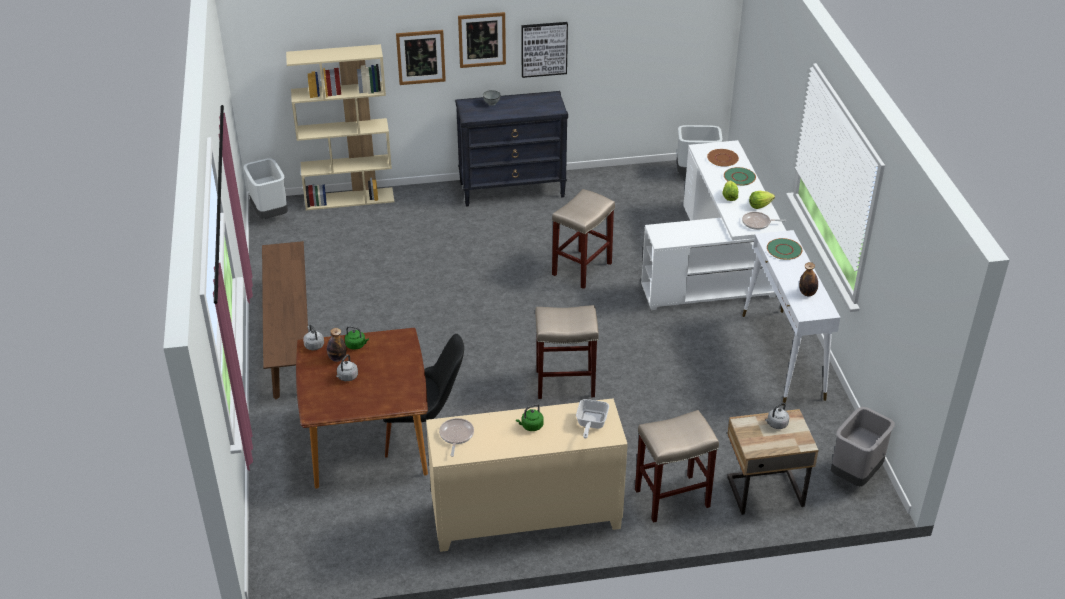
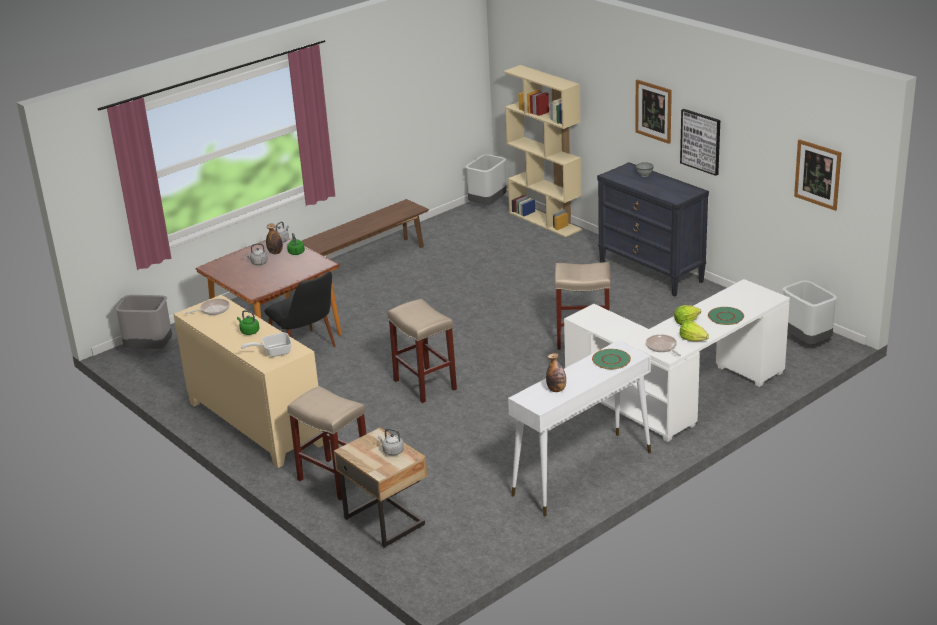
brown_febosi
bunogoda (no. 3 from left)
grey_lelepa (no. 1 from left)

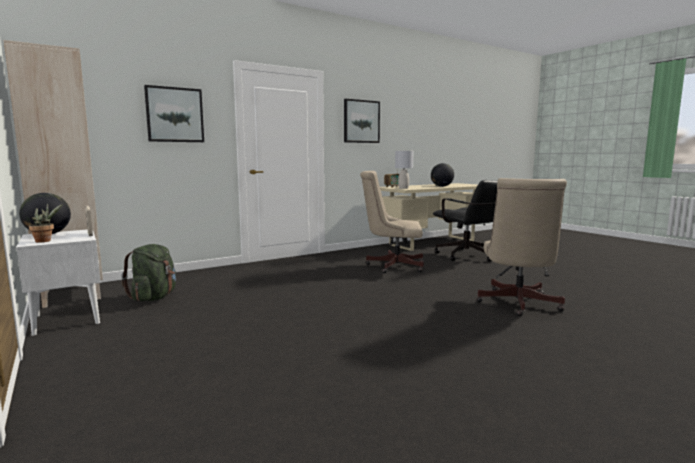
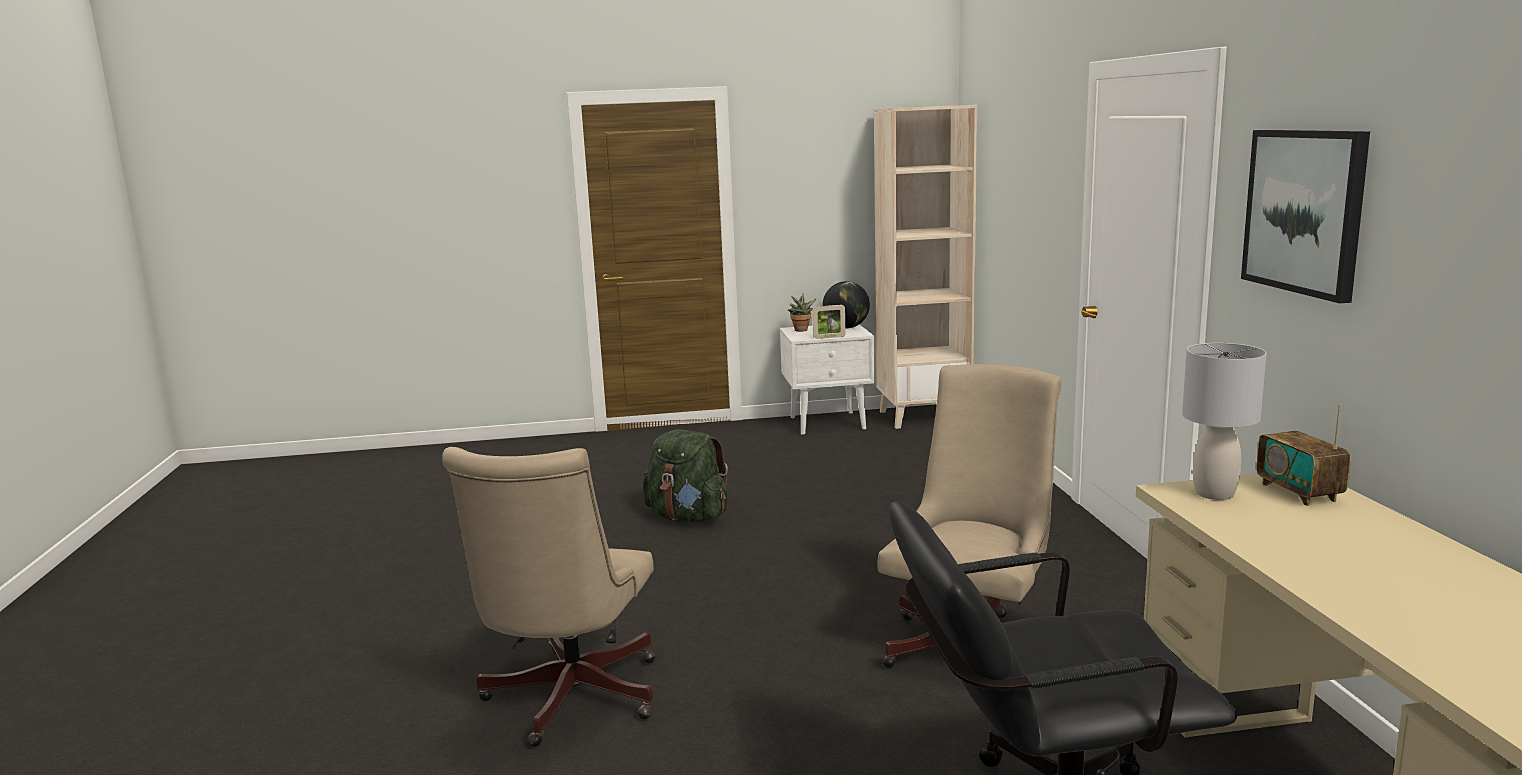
bunogoda (no. 1 from left in the first image)
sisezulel (no. 2 from left in the first image)
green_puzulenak
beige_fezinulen (no. 1 from left)

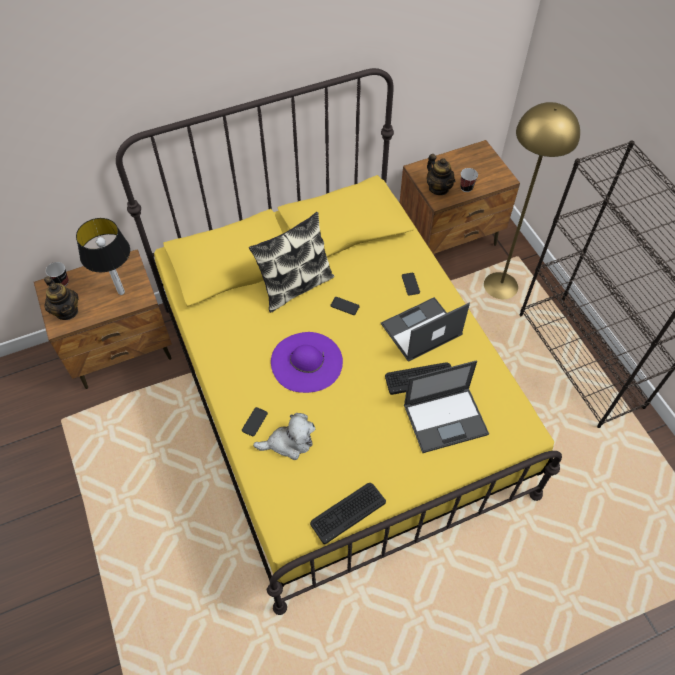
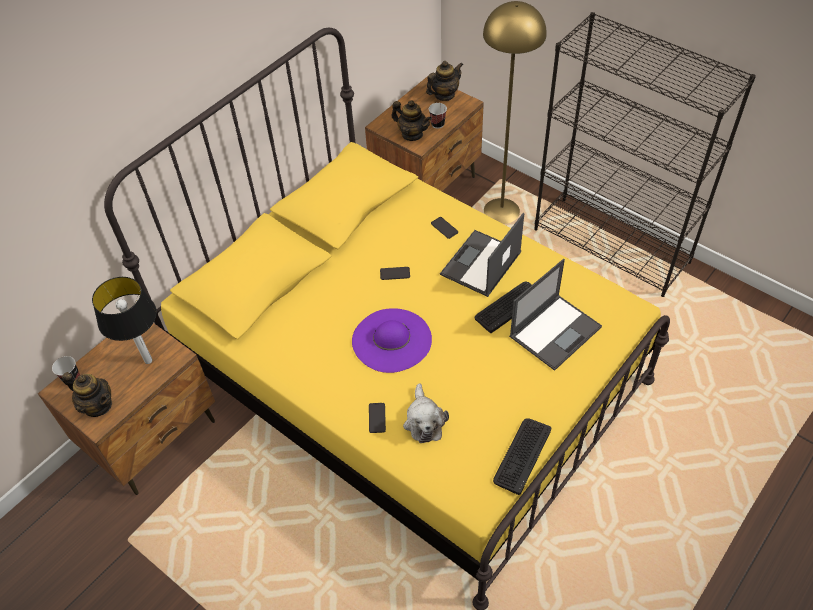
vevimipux
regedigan (no. 3 from left)
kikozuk

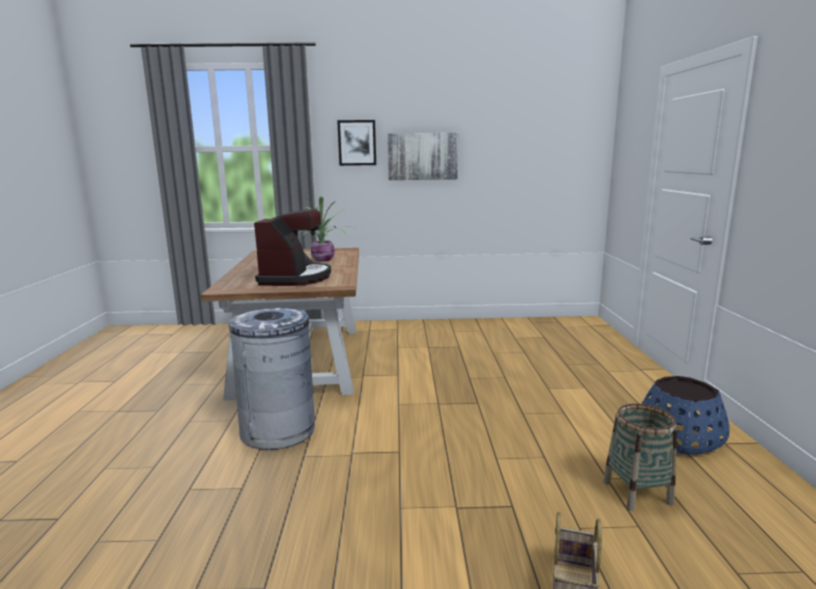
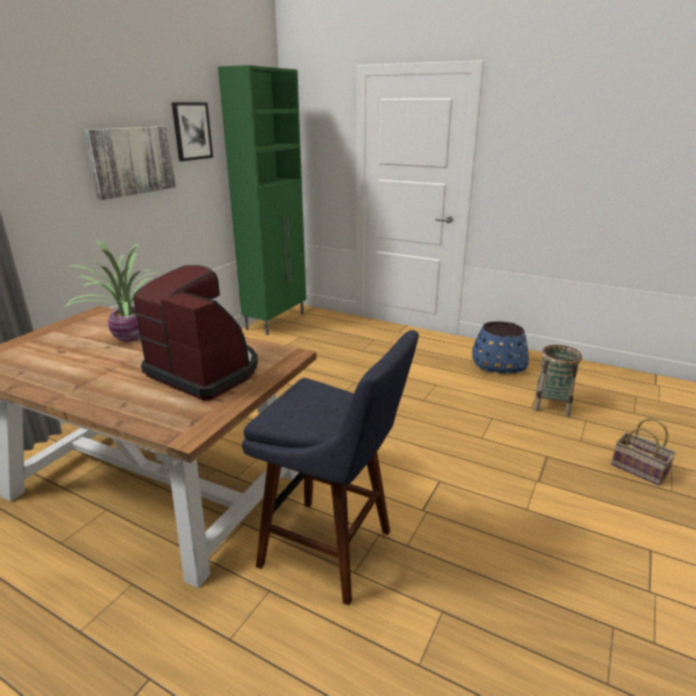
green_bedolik
bunogoda (no. 2 from left)
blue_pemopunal

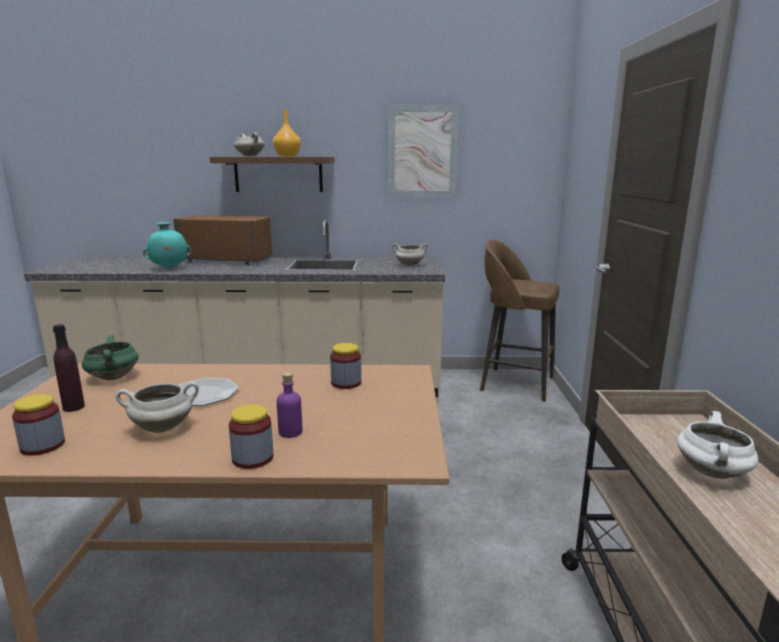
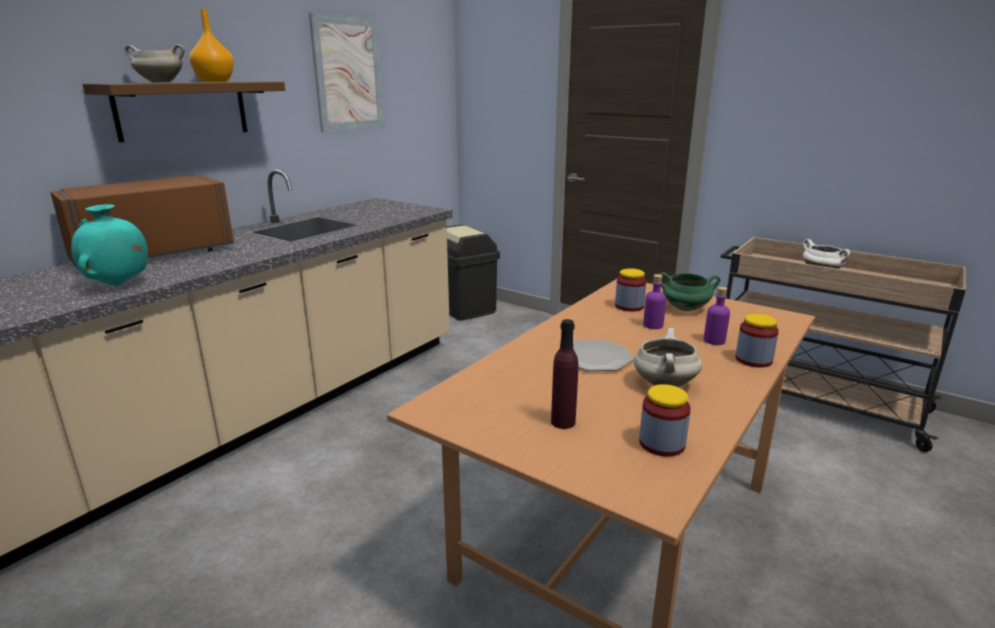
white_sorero (no. 3 from left in the first image)
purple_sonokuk (no. 2 from left)
green_sorero
black_lelepa

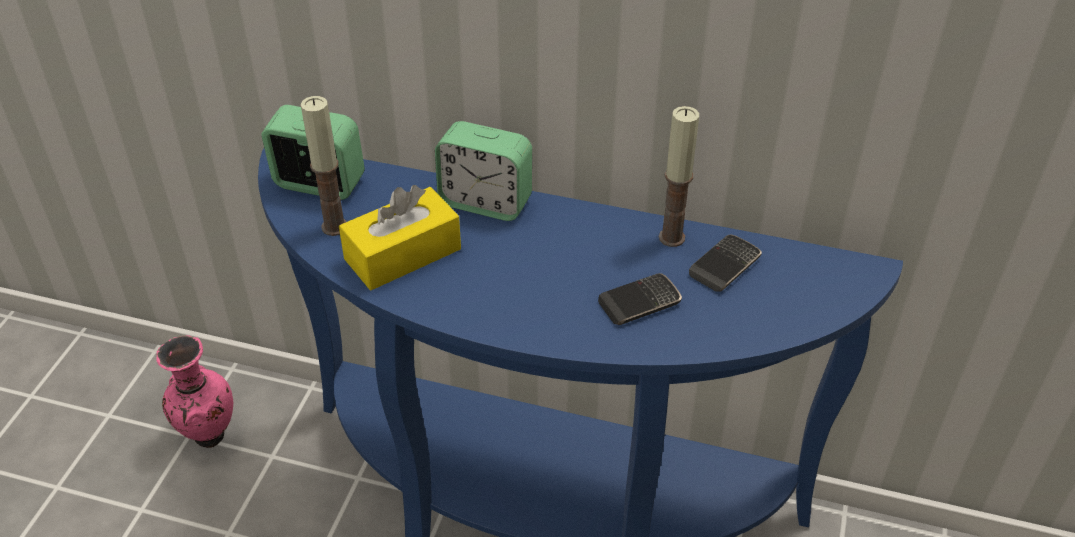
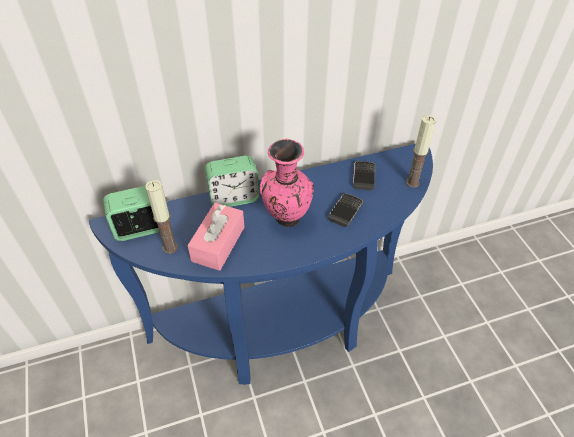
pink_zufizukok
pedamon (no. 2 from left)
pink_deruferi

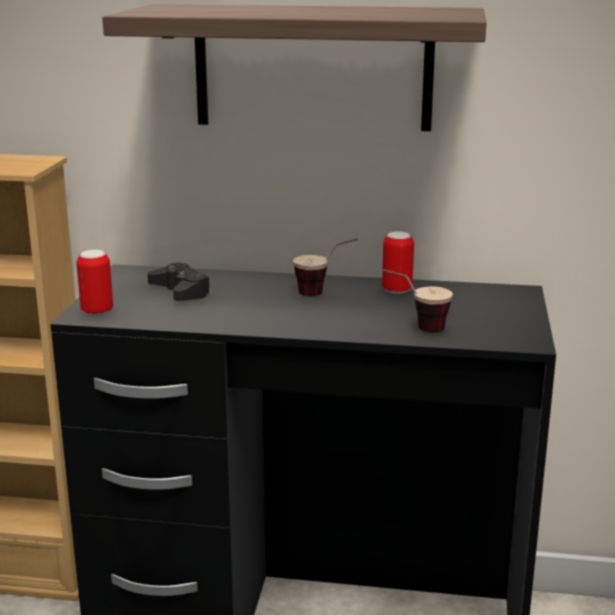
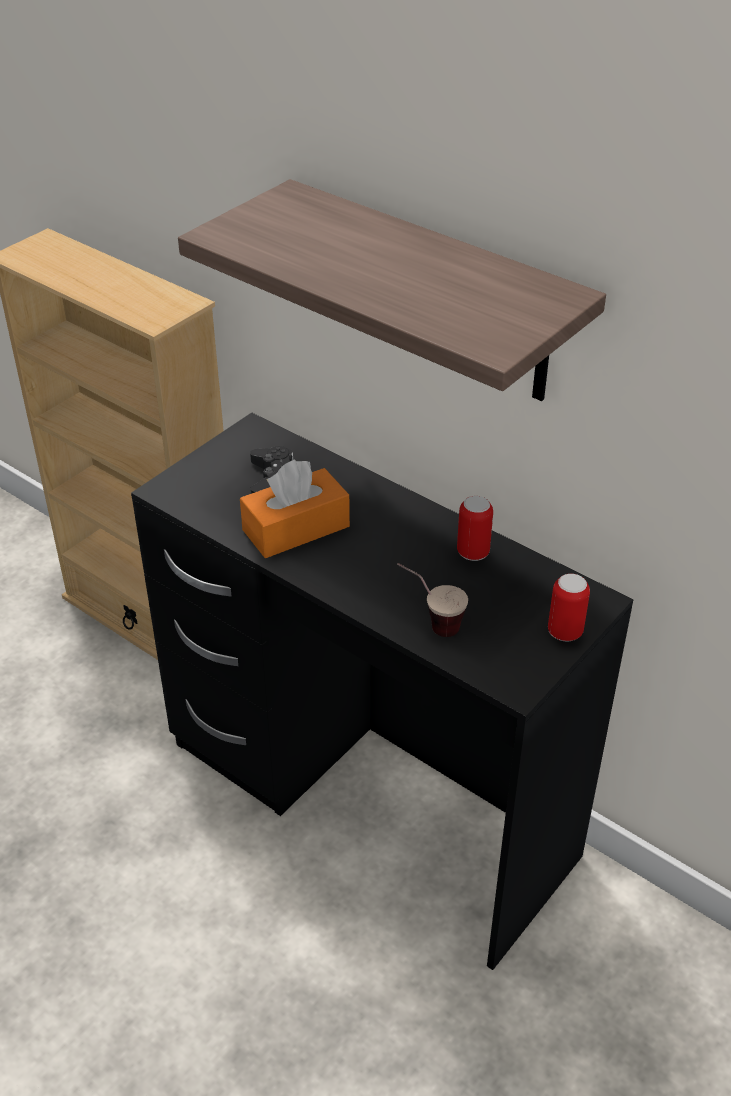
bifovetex (no. 1 from left in the first image)
orange_deruferi
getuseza (no. 2 from left)

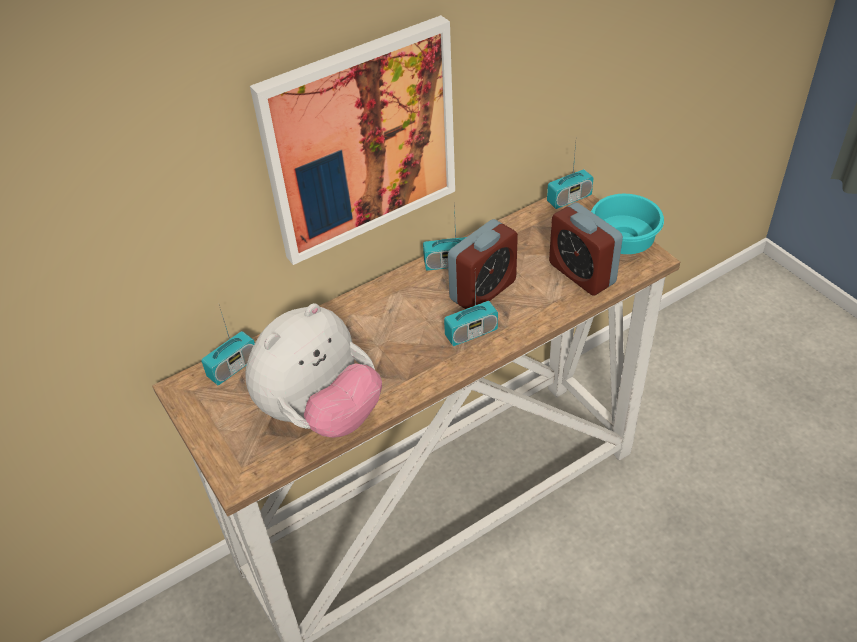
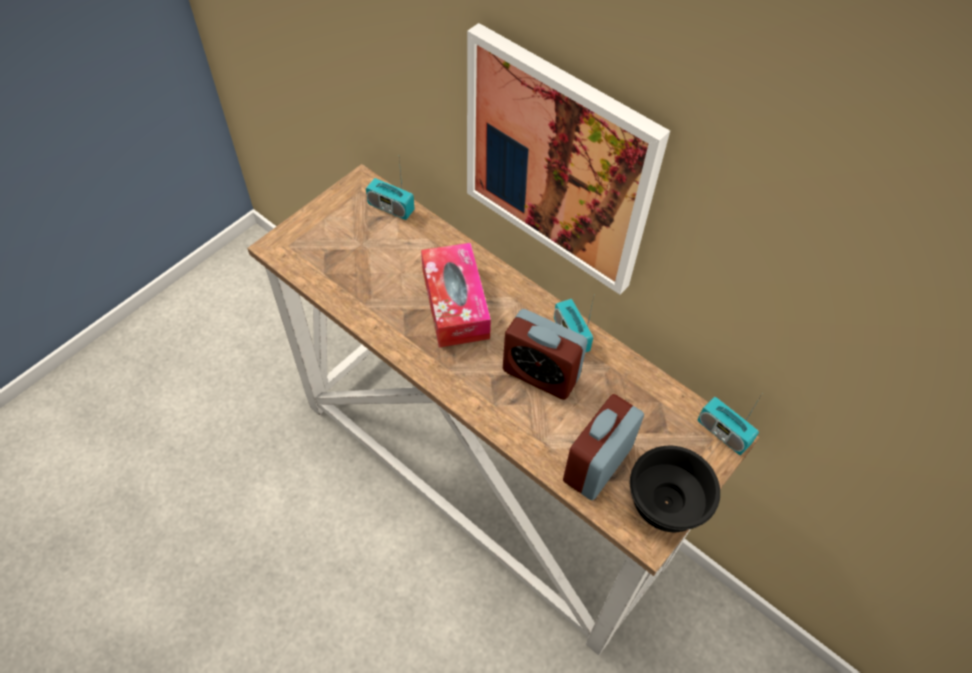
kikozuk
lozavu (no. 3 from left in the first image)
deruferi
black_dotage

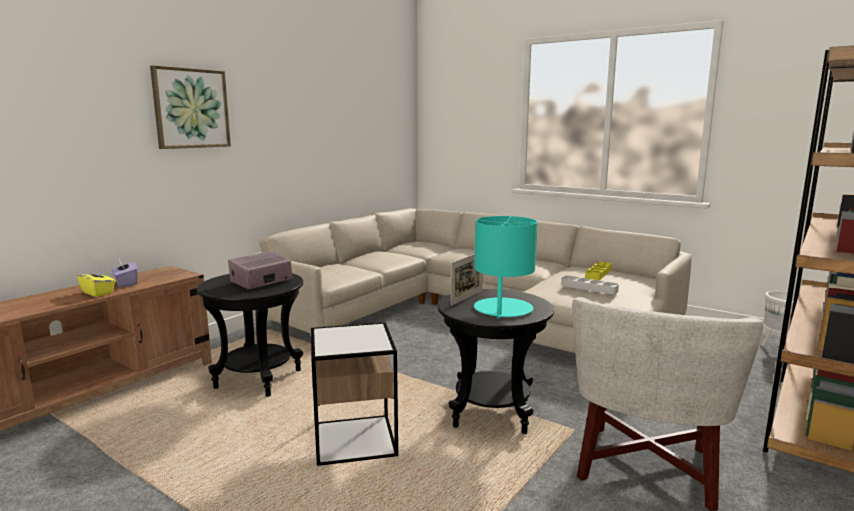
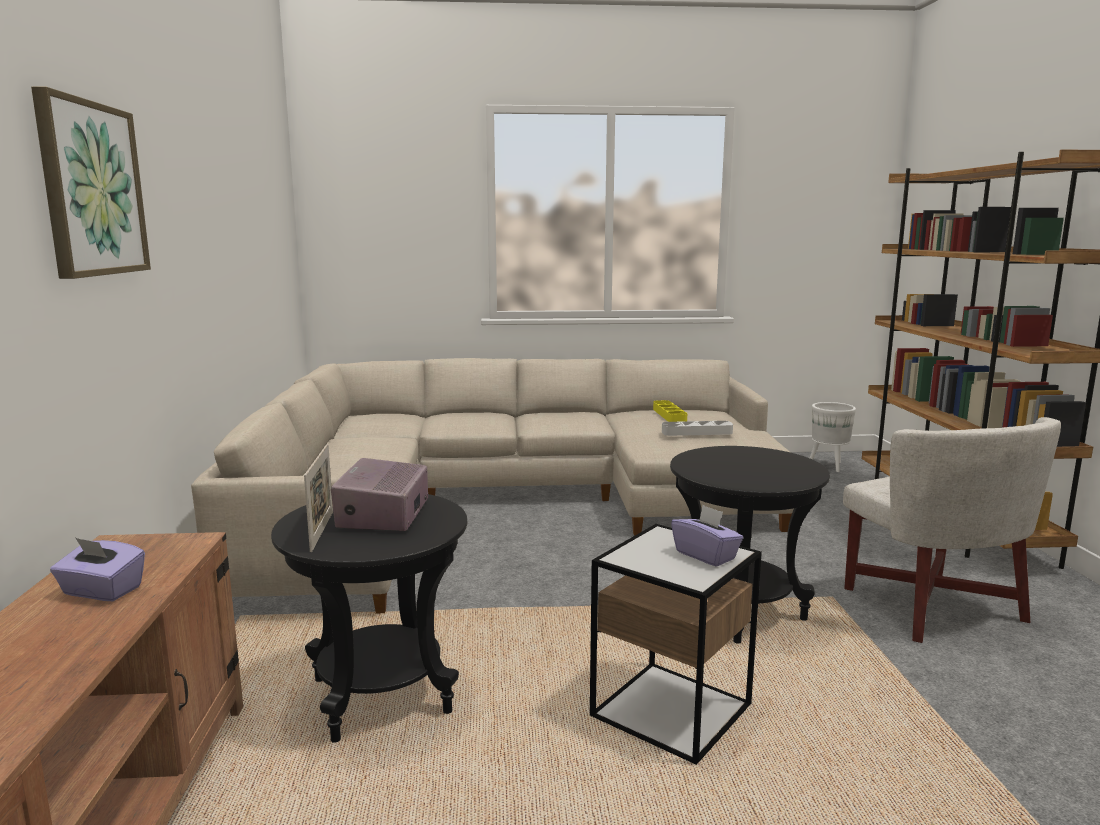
yellow_deruferi
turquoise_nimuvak
purple_deruferi (no. 2 from left)
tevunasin

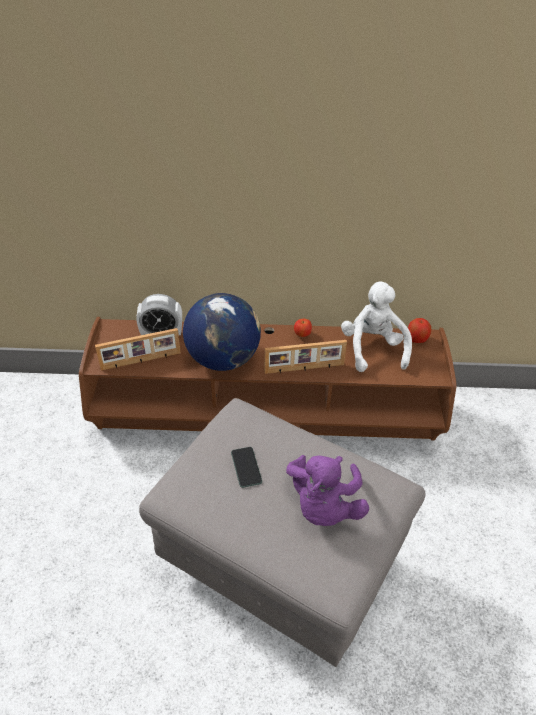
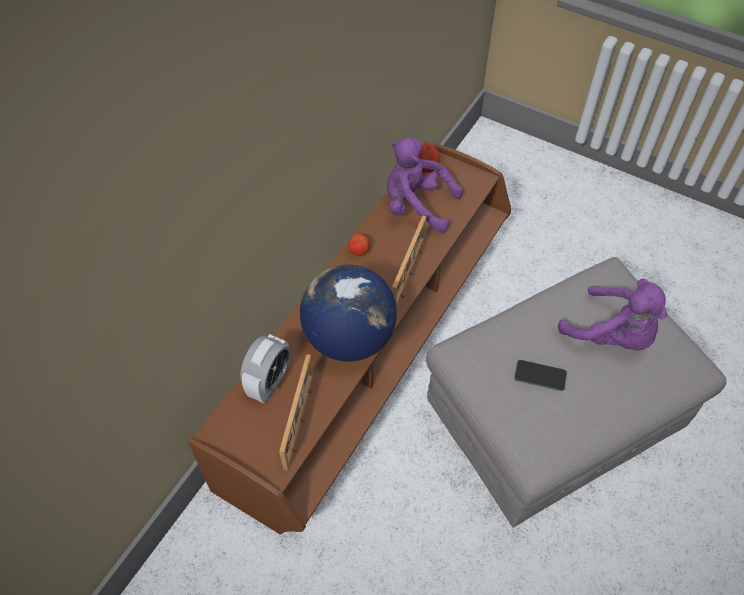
purple_kikozuk (no. 1 from left)

